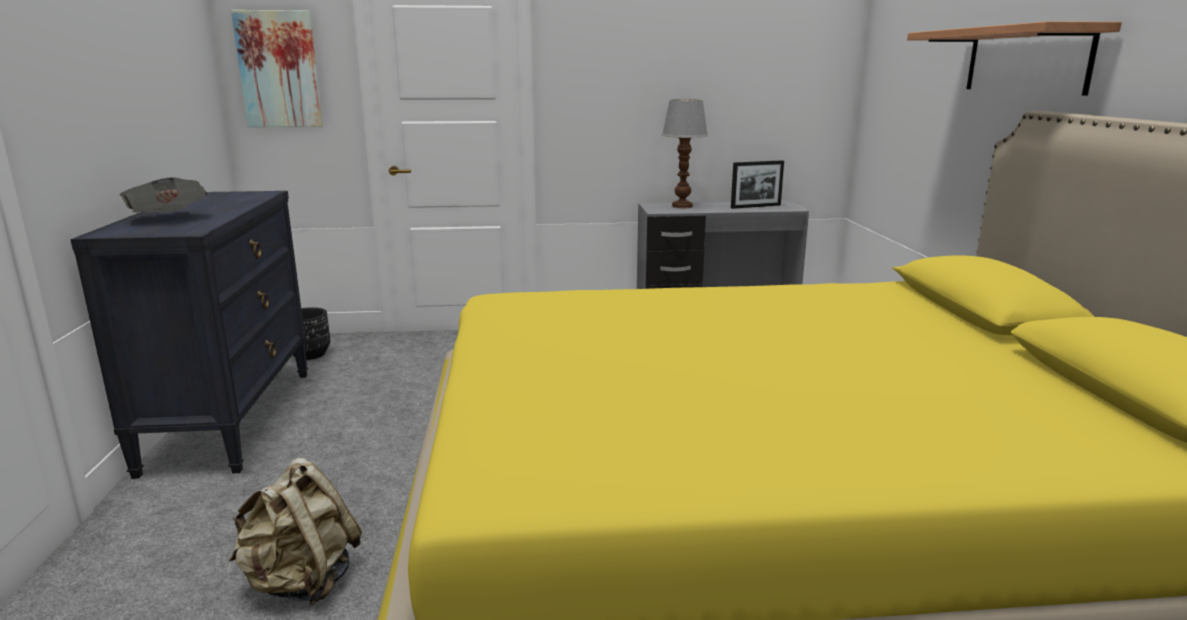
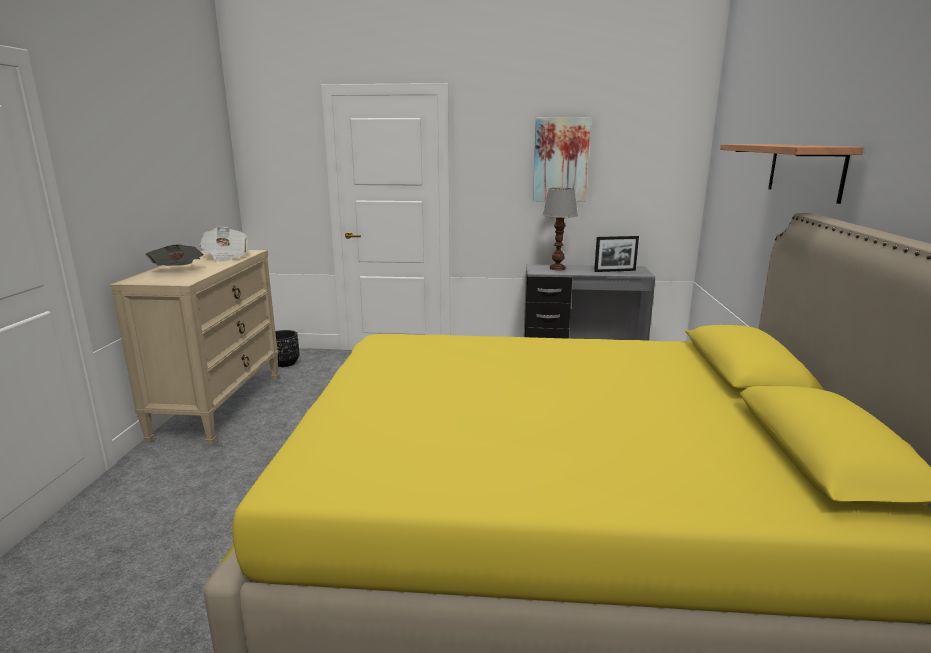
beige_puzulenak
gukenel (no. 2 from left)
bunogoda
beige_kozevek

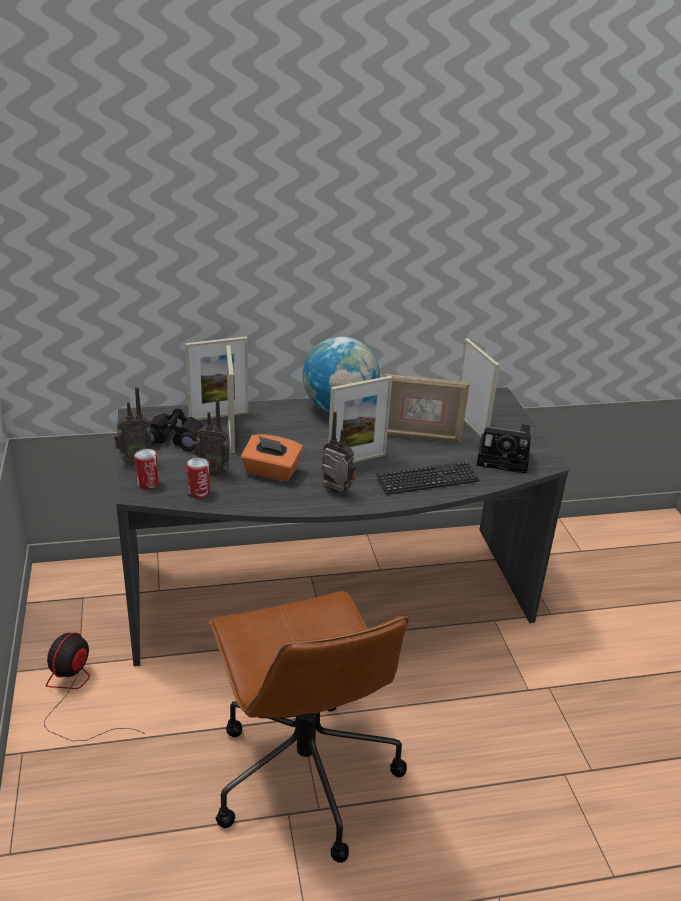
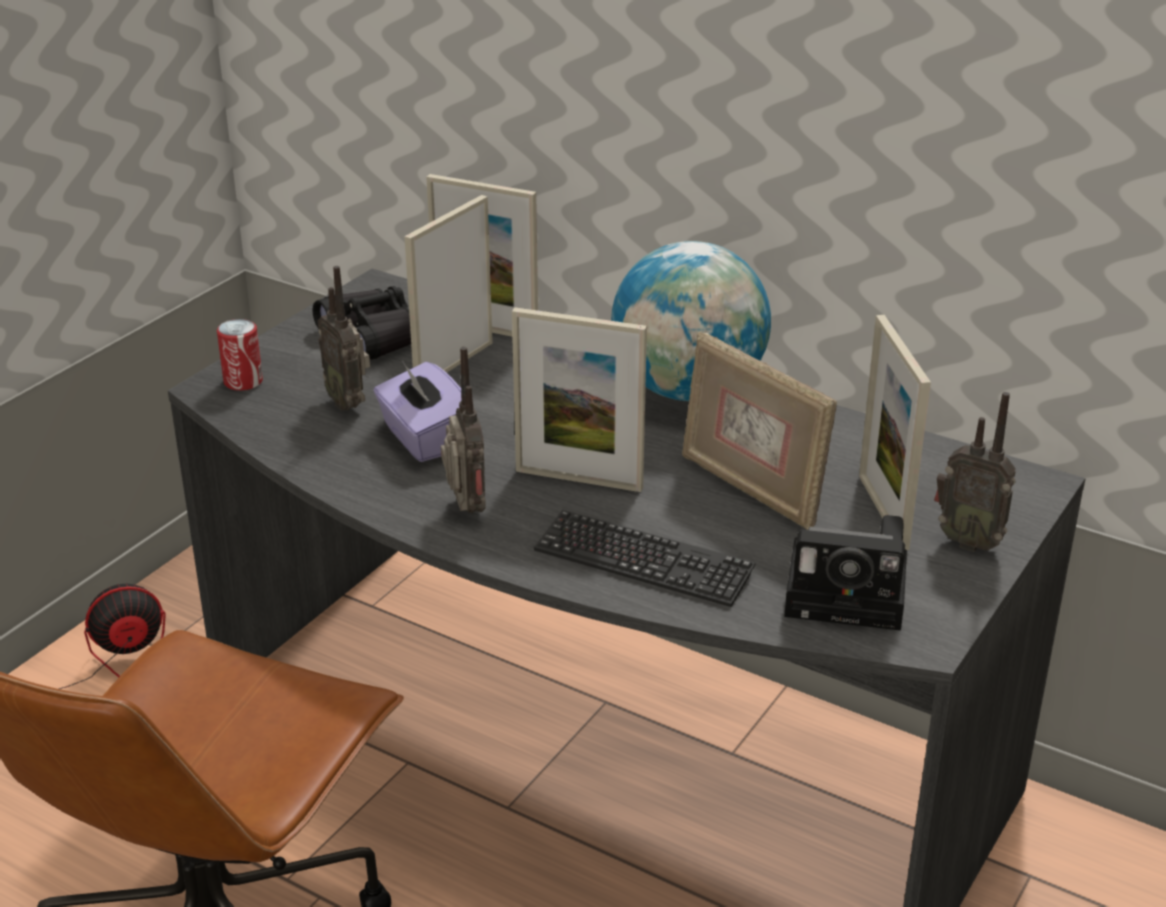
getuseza (no. 2 from left in the first image)
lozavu (no. 3 from left)
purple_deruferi
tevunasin (no. 5 from left)
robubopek

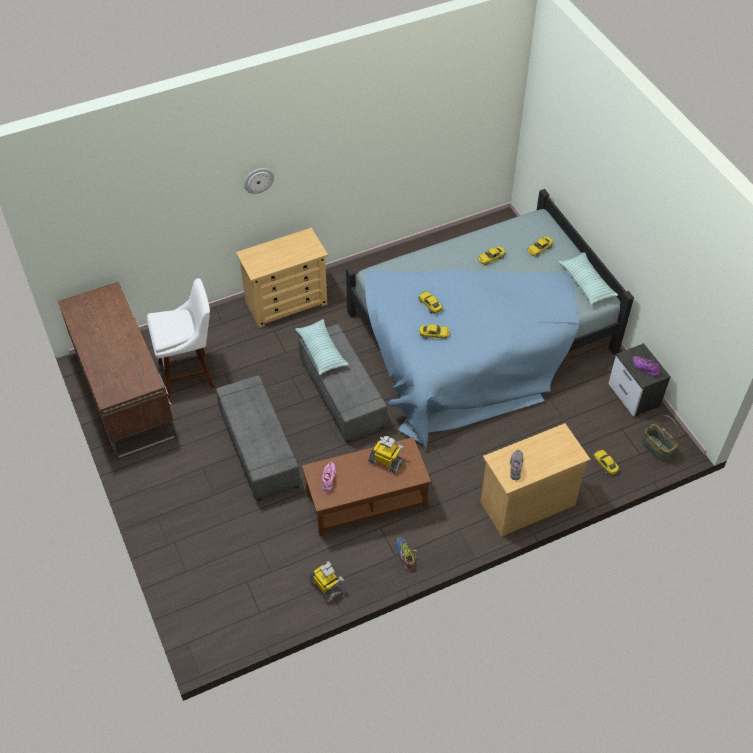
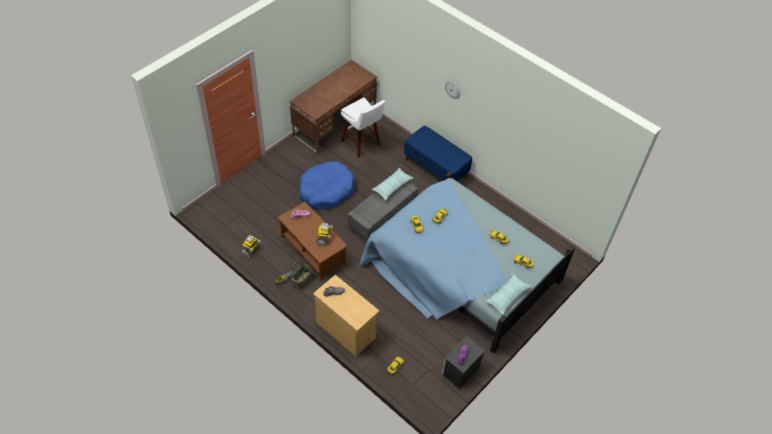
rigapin
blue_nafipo
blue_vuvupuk

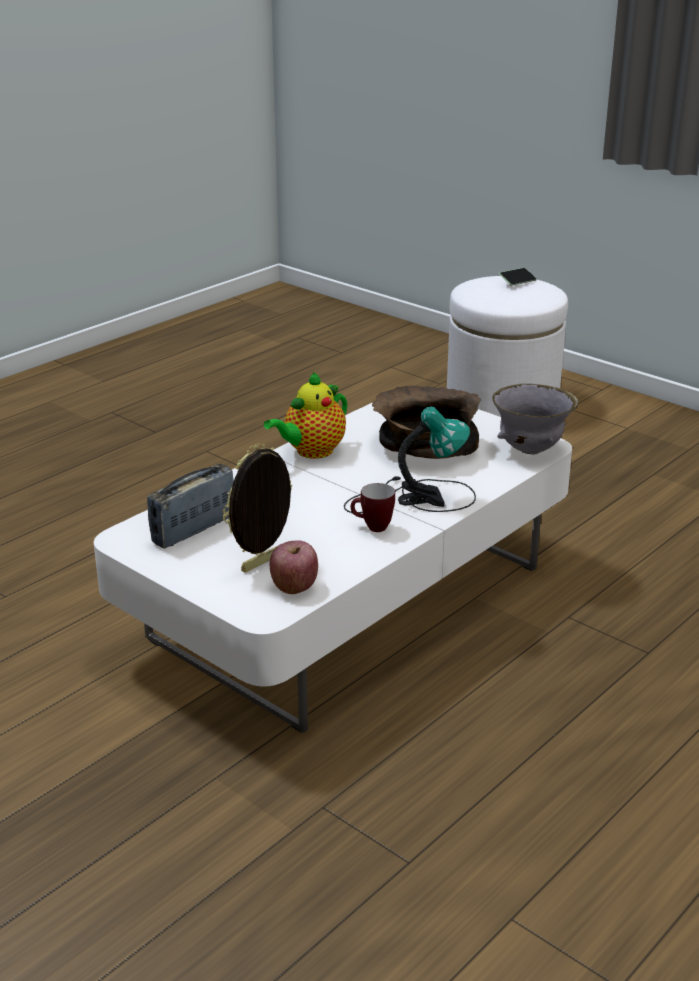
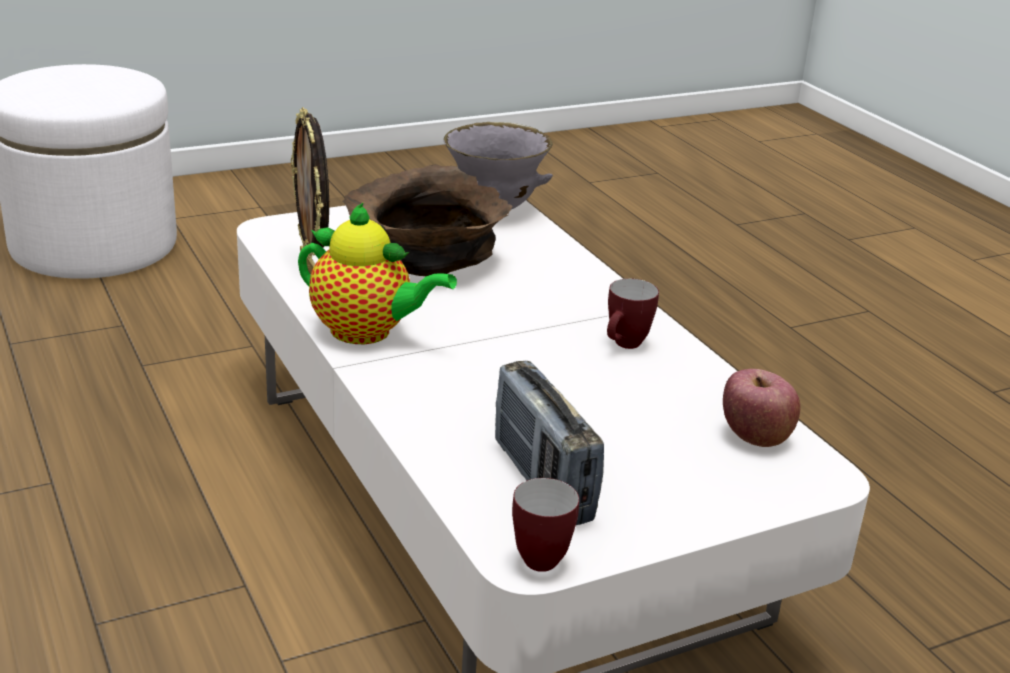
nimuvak
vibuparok
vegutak (no. 1 from left)
tevunasin
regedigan

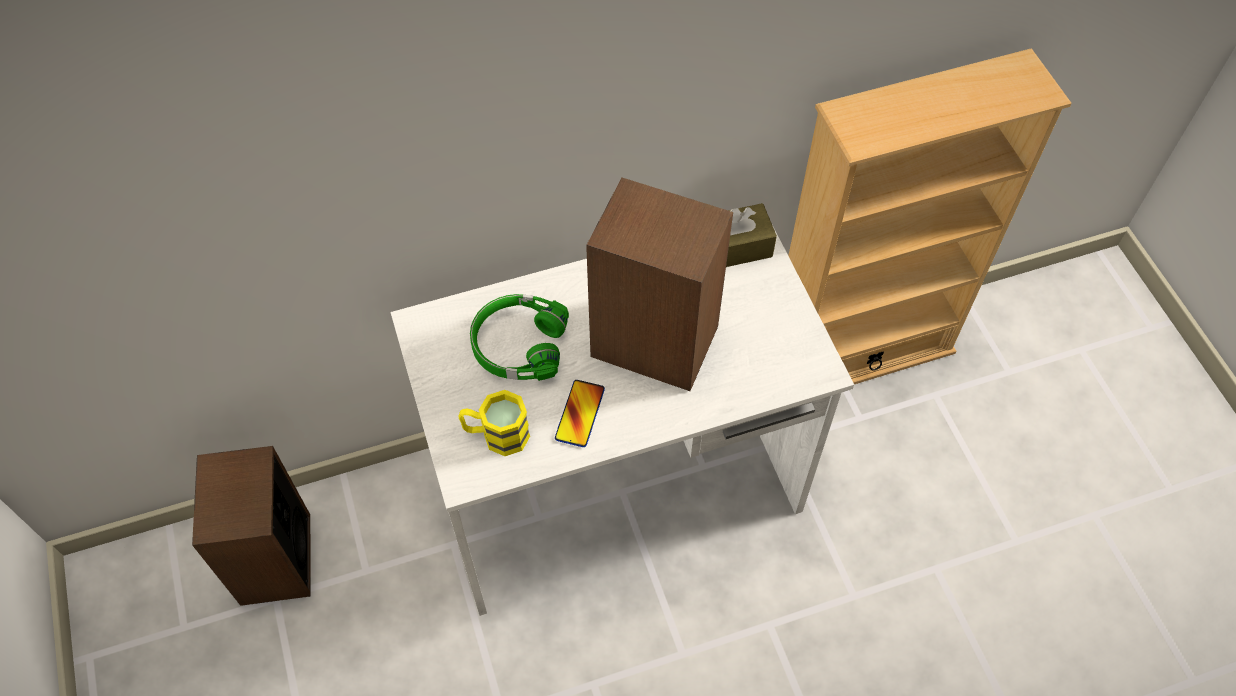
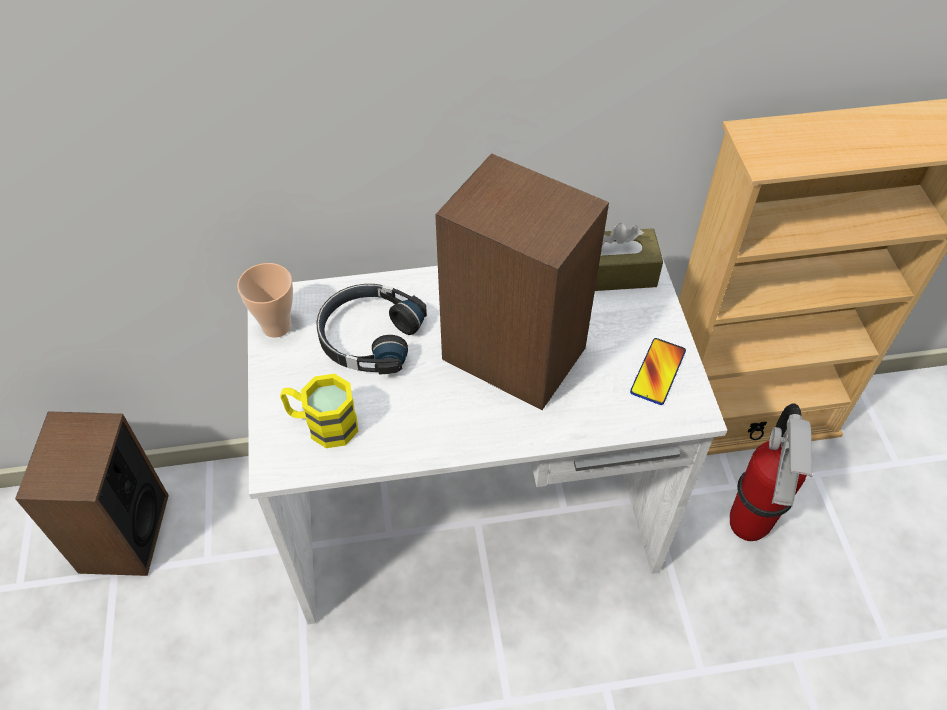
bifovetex
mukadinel
vibuparok
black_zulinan

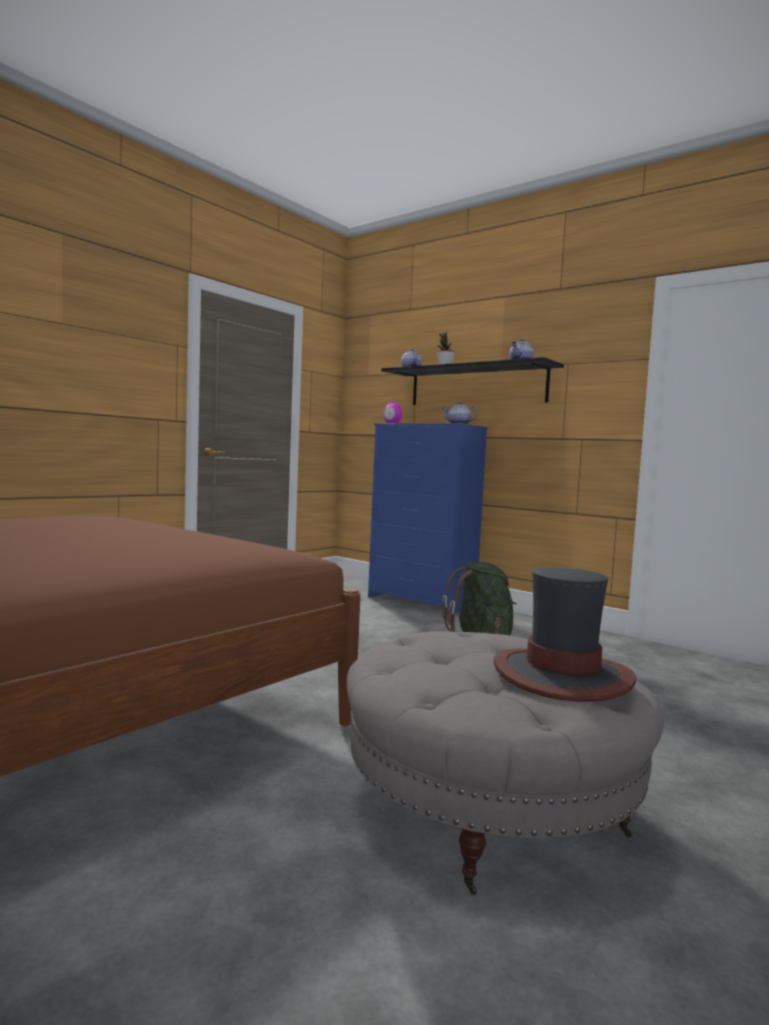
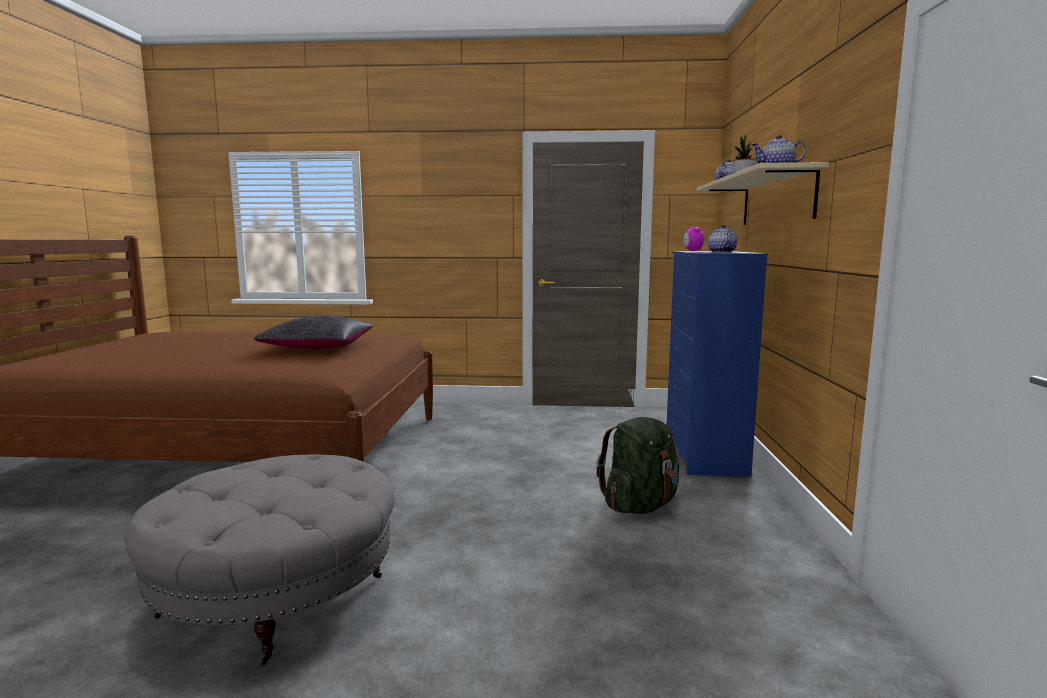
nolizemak
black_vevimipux
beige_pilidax

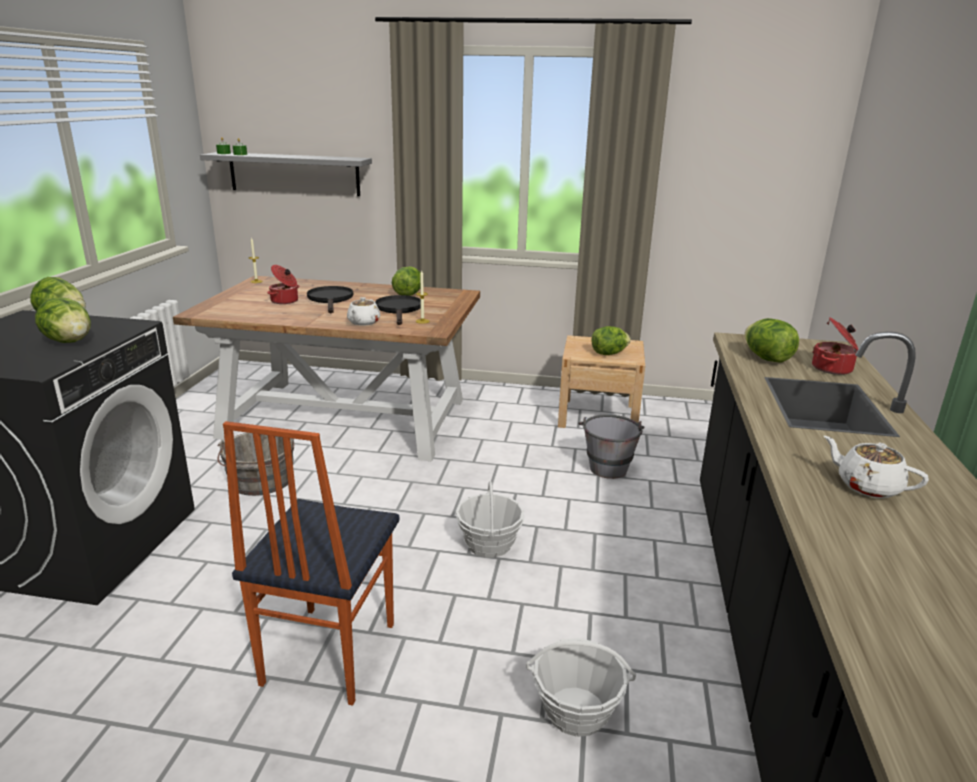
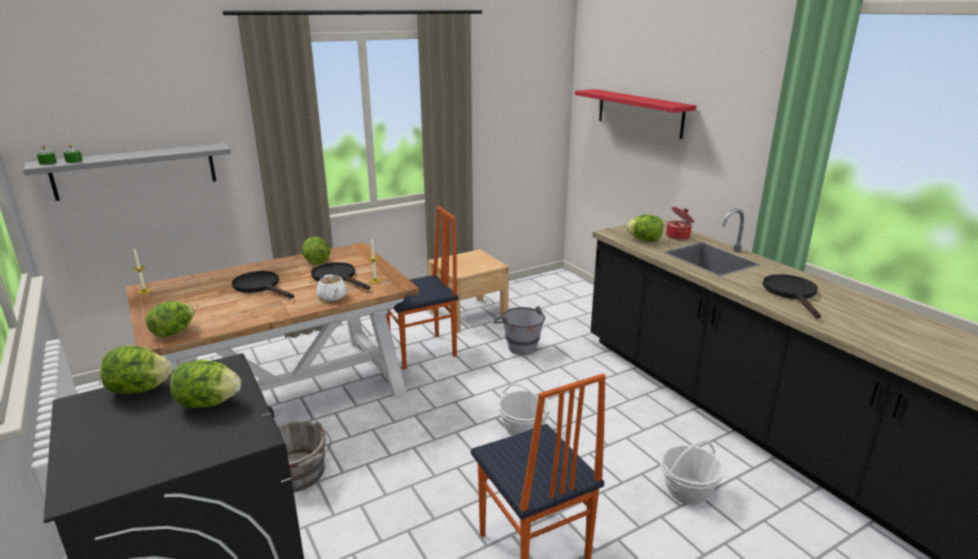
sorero (no. 1 from left in the first image)
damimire (no. 1 from left)
red_pilidax
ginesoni (no. 2 from left)
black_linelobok (no. 3 from left)

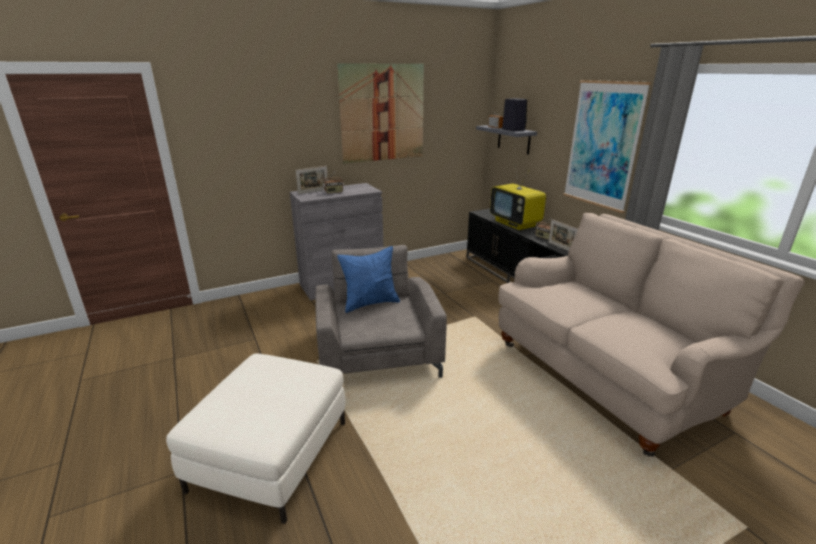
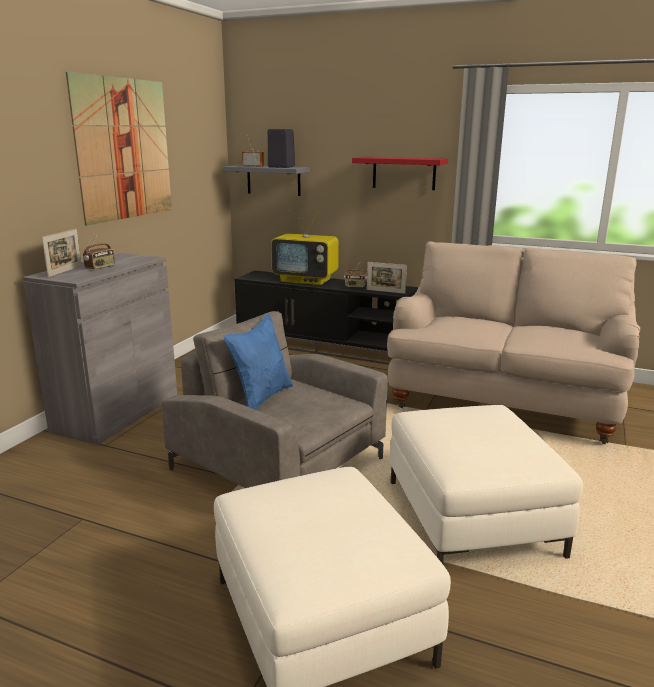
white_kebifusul (no. 2 from left)
red_pilidax

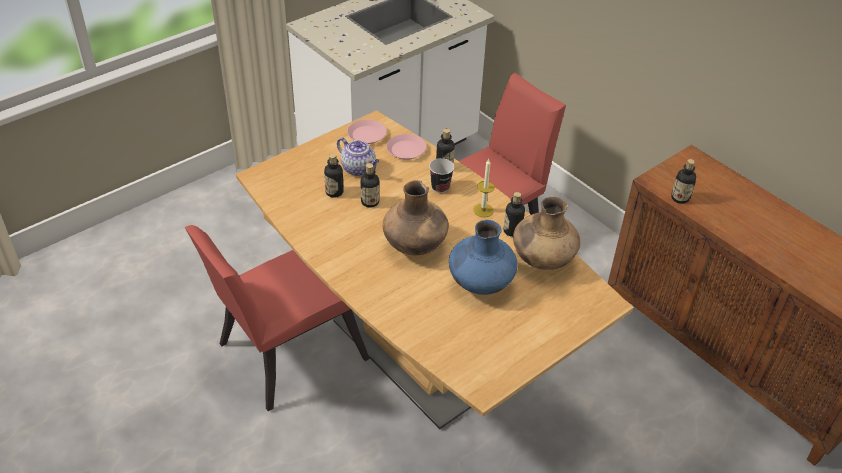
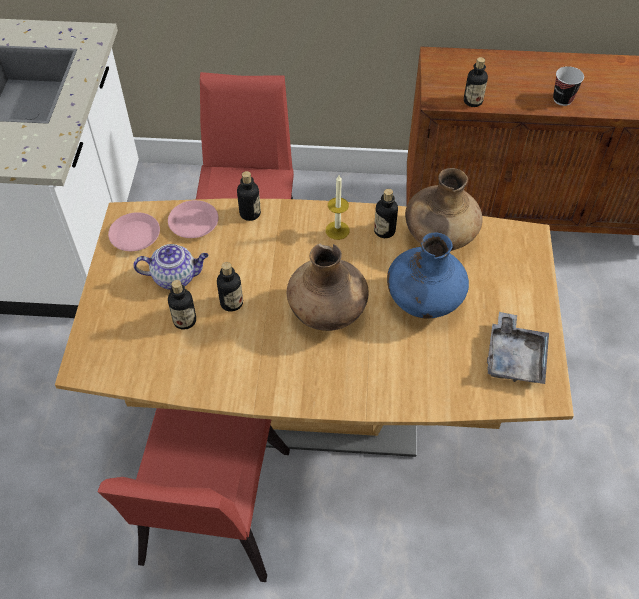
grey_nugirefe
bifovetex

